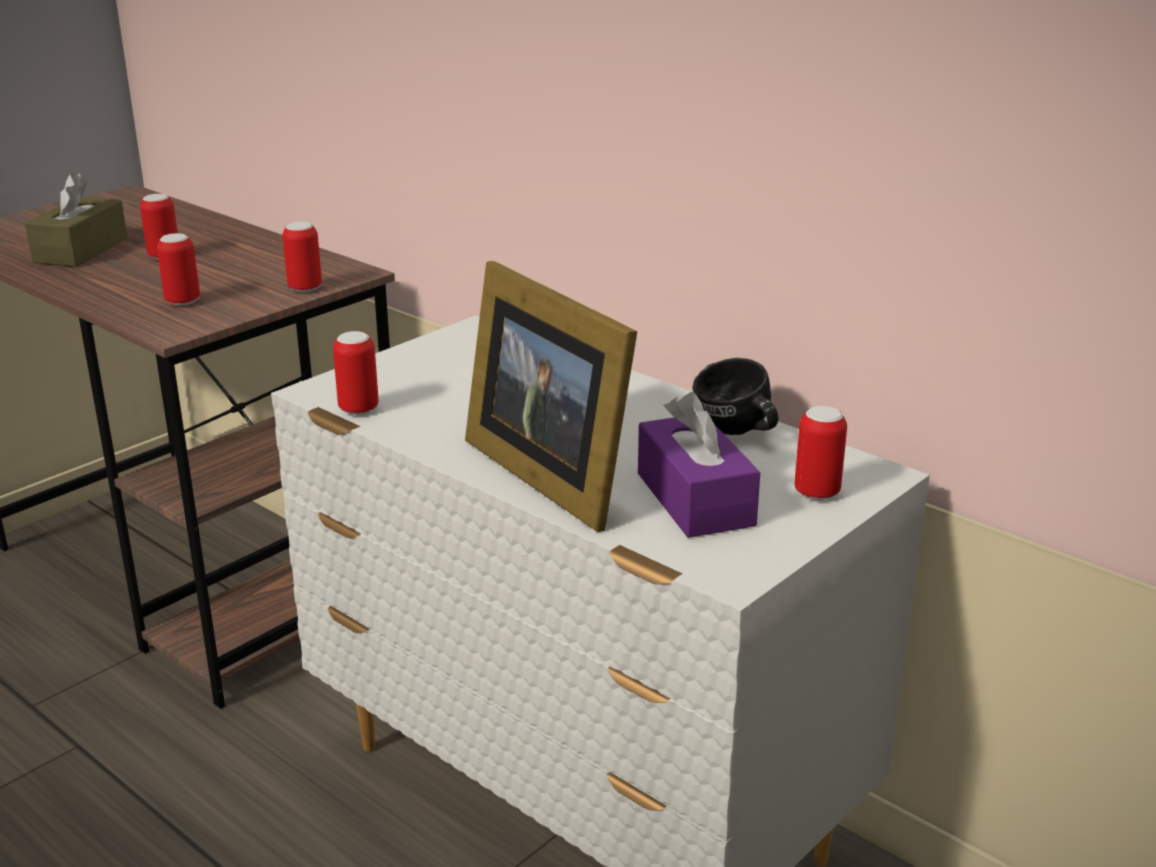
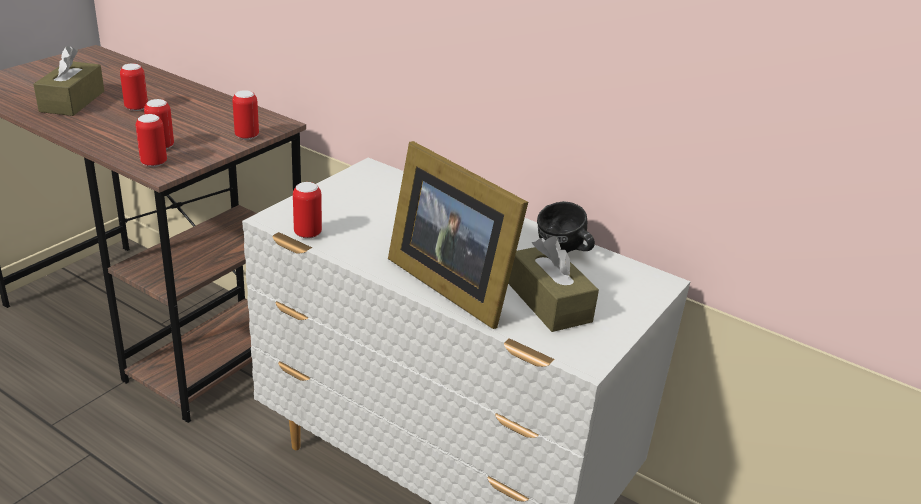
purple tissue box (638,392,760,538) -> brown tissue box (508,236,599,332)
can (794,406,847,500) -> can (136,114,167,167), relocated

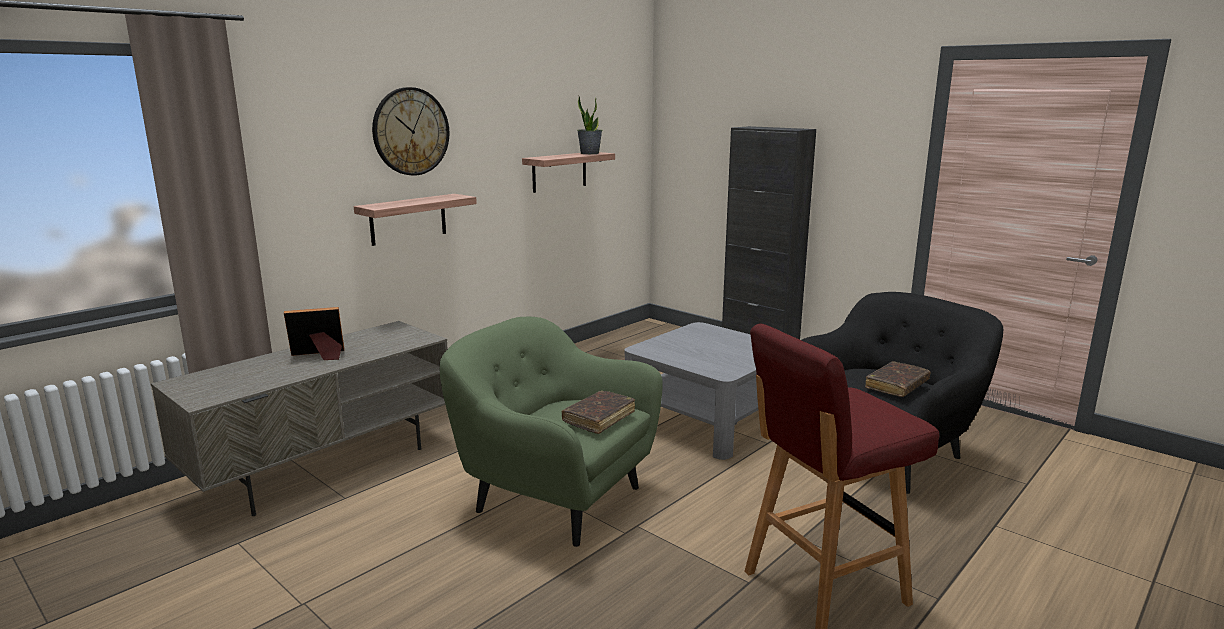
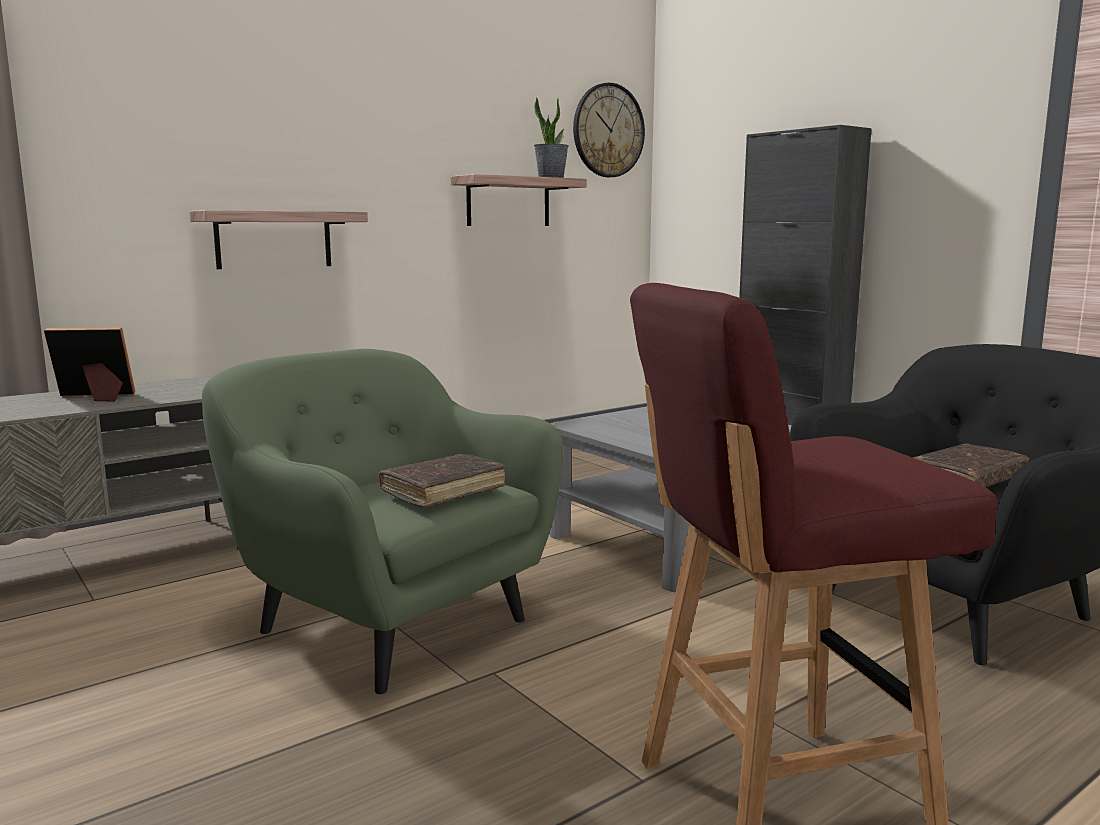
wall clock (372,87,449,176) -> wall clock (573,83,645,177), relocated

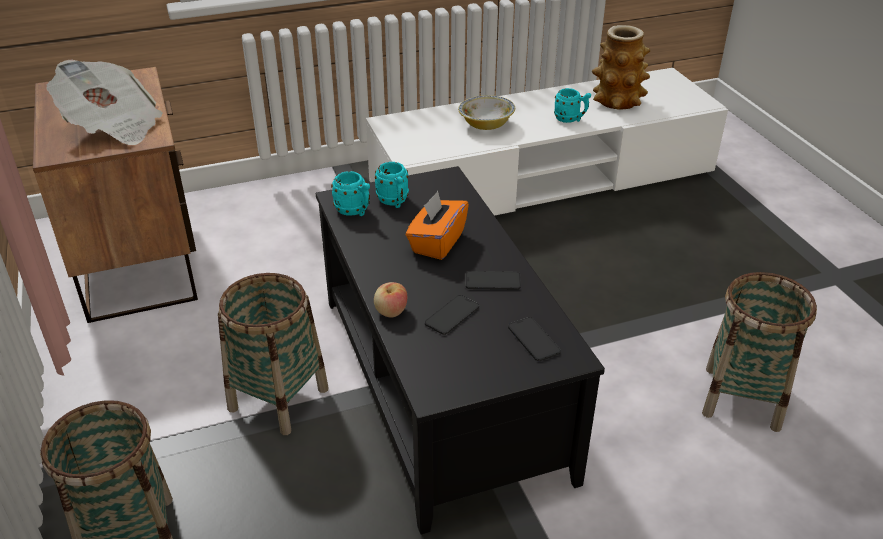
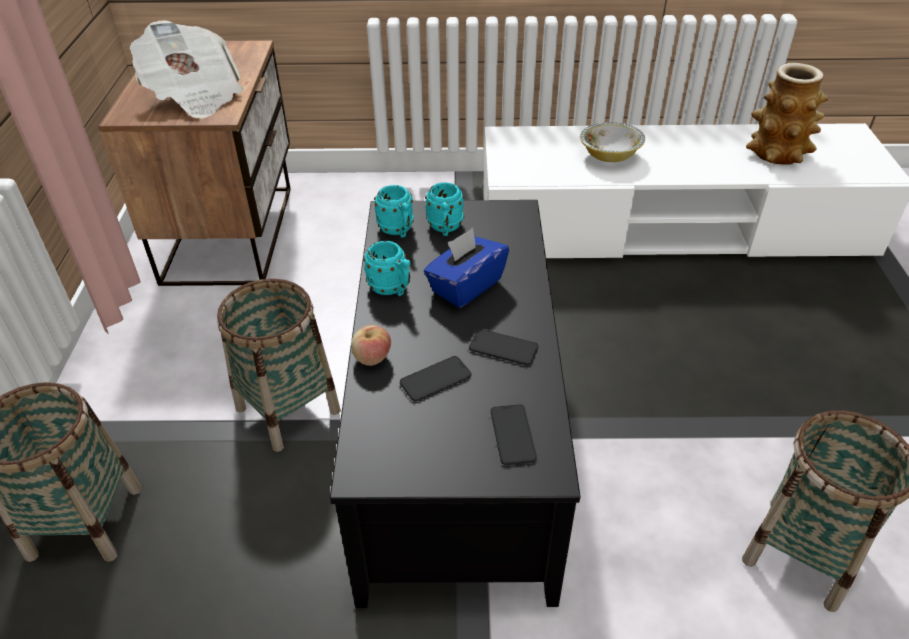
turquoise mug (554,88,591,123) -> turquoise mug (363,241,410,296), relocated
orange tissue box (406,191,469,260) -> blue tissue box (424,228,509,308)

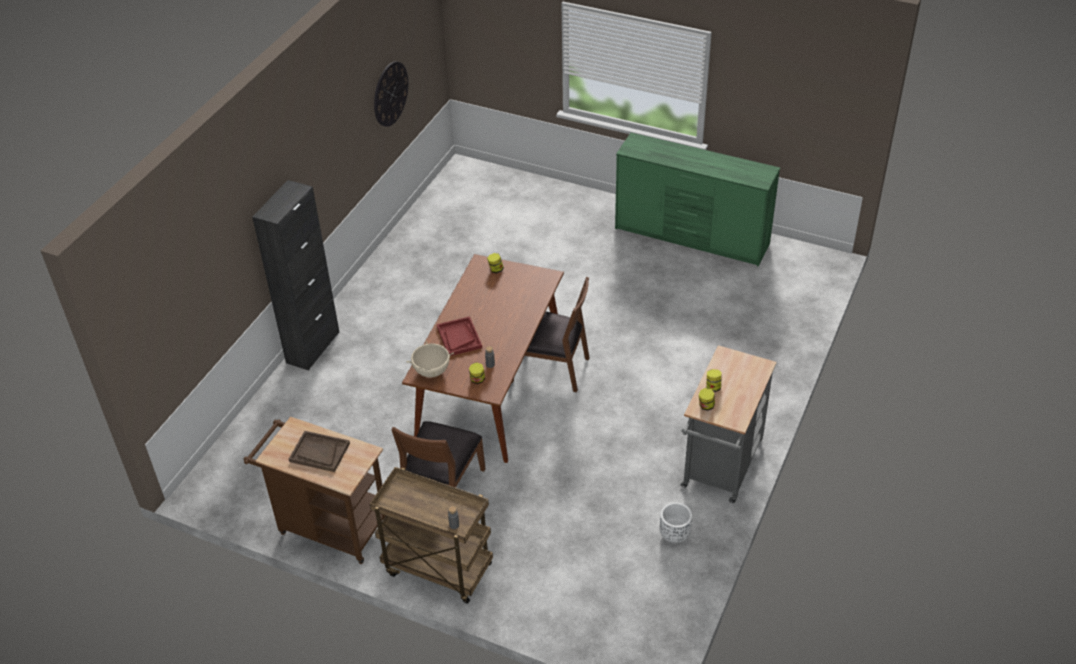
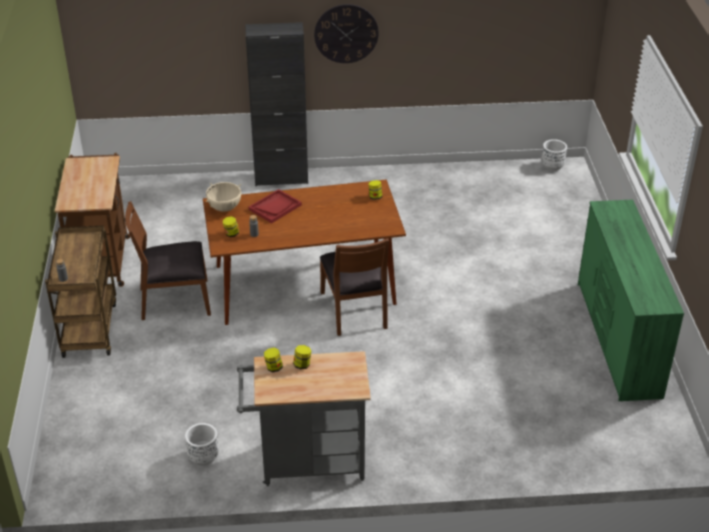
wall clock (374,61,408,127) -> wall clock (314,4,379,63), relocated
brown tray (289,431,350,472) -> none
none -> white planter (541,139,567,171)

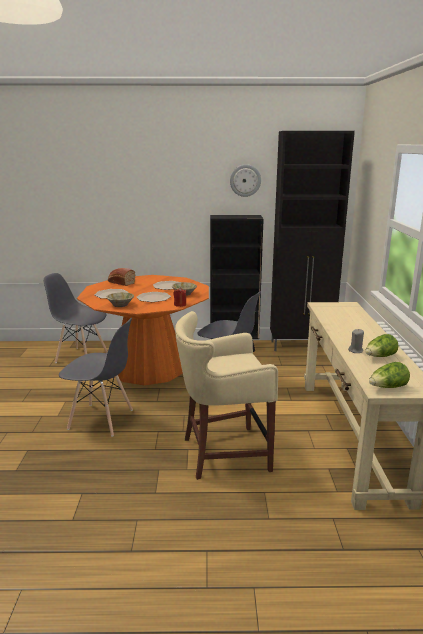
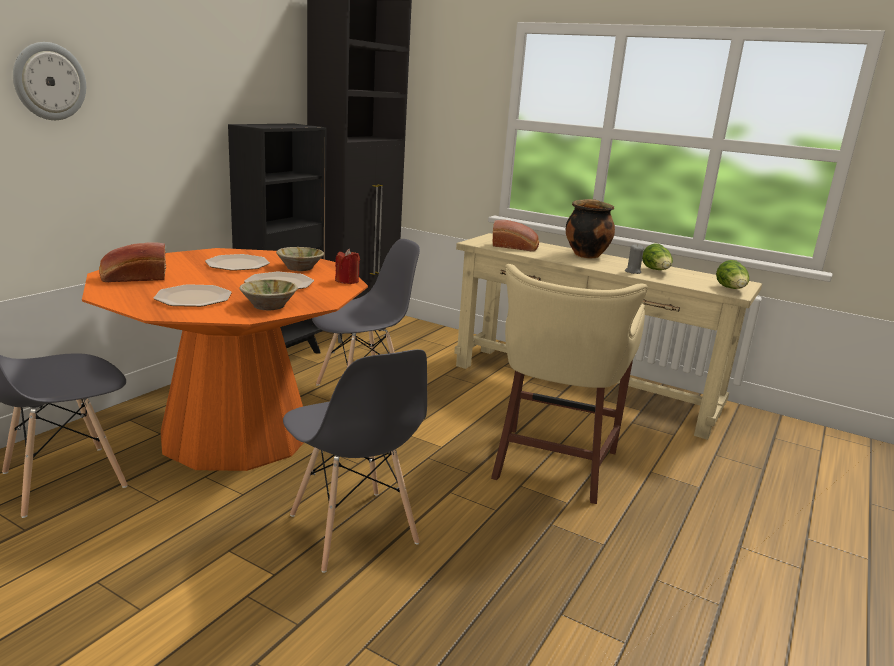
wall clock (230,164,261,197) -> wall clock (13,42,86,120), relocated
grey chair (59,318,133,436) -> grey chair (283,349,427,573), 105 degrees clockwise
none -> cooking pot (566,199,615,258)
none -> bread (493,220,539,251)

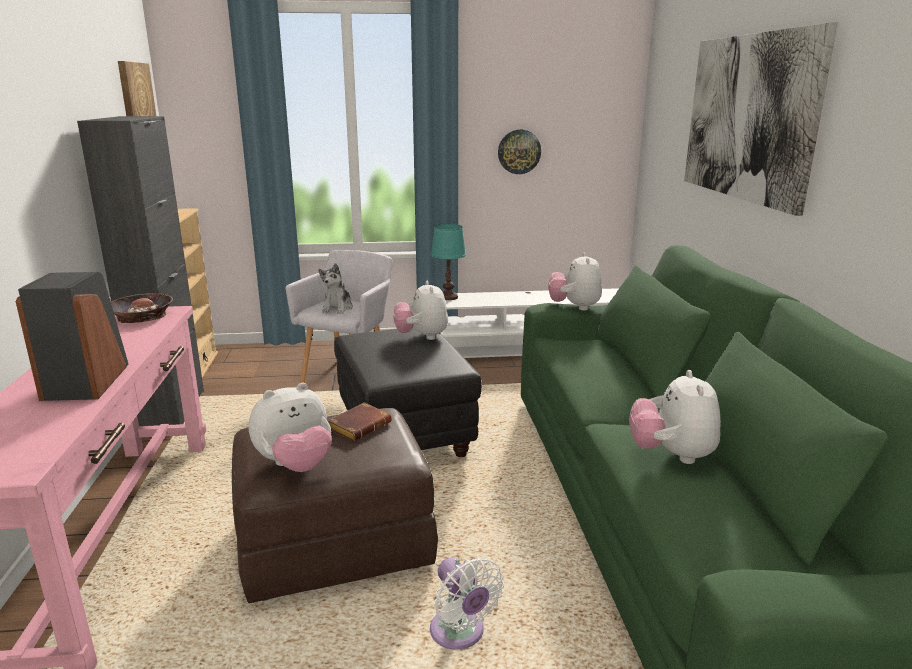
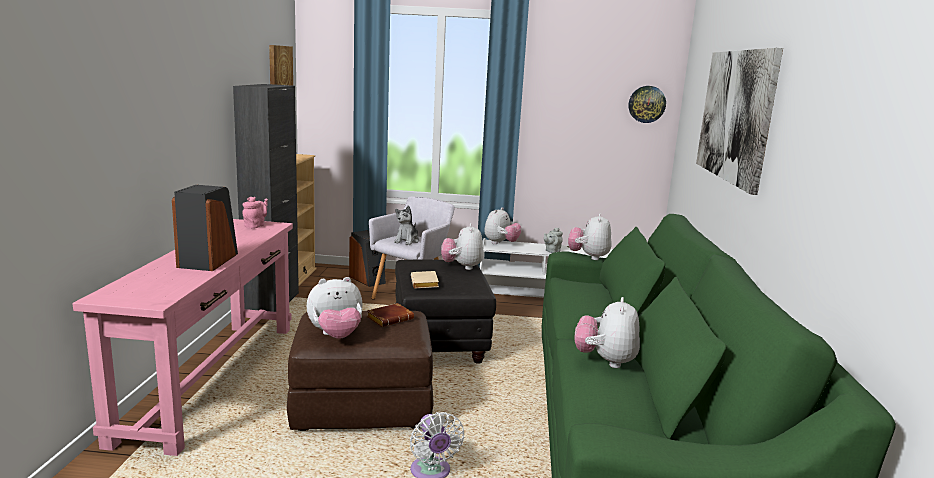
wall clock (498,129,541,174) -> wall clock (628,86,666,123), relocated
turquoise table lamp (431,224,466,300) -> plush toy (484,207,522,244)
bowl (111,293,173,323) -> pink teapot (242,196,268,228)
none -> grey teapot (544,228,563,253)
none -> speaker (349,230,386,287)
none -> beige book (411,271,439,288)

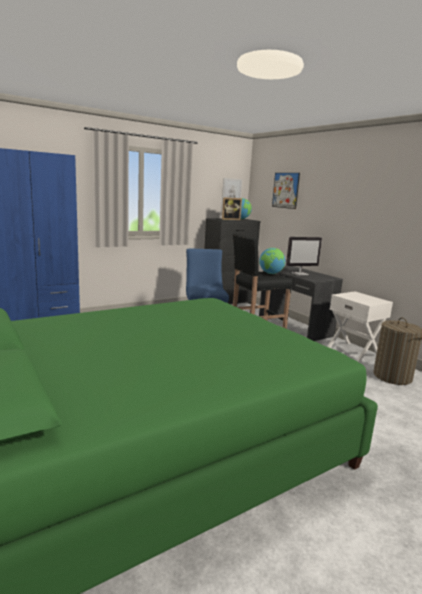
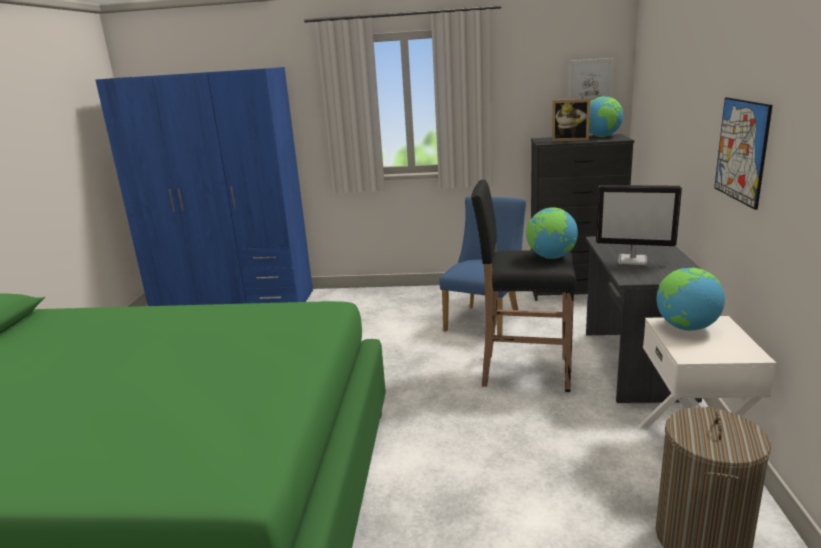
picture (272,173,300,209) -> picture (714,97,773,210), relocated
none -> globe (656,268,725,331)

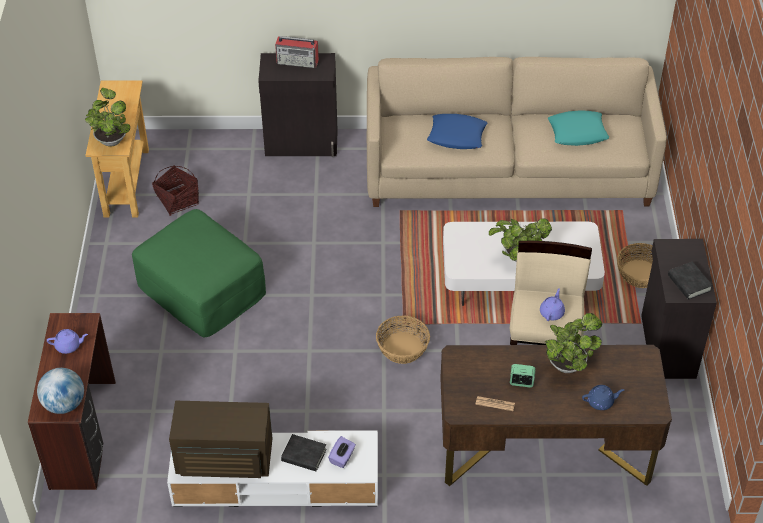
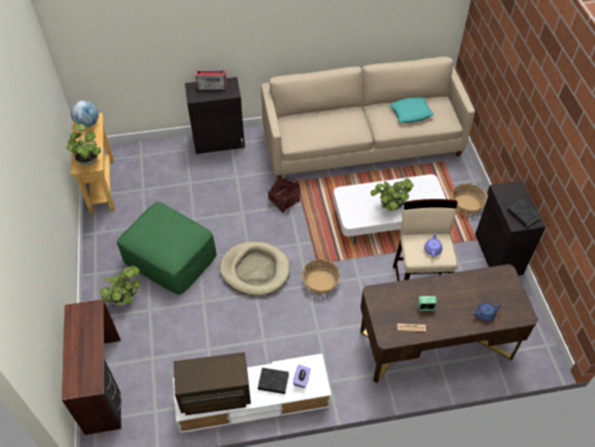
blue pillow (427,114,488,149) -> none
basket (152,165,199,216) -> basket (268,176,300,213), relocated
potted plant (545,313,602,373) -> potted plant (100,265,140,305), relocated
purple teapot (47,329,88,354) -> none
globe (37,368,84,414) -> globe (71,100,99,127), relocated
none -> beige dog bed (220,241,290,296)

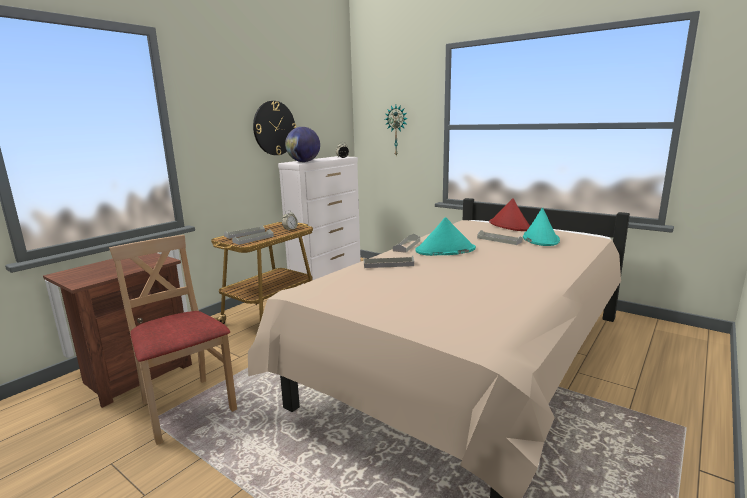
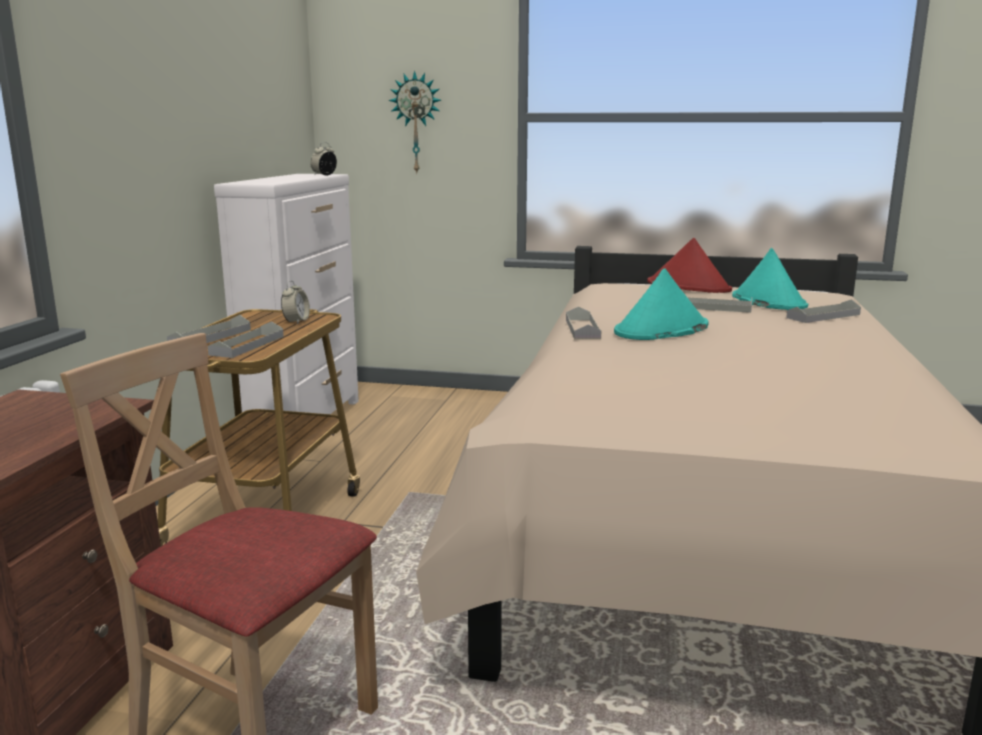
wall clock (253,101,296,155) -> none
globe (285,127,320,162) -> none
grey tray (364,256,414,268) -> grey tray (786,299,861,323), relocated

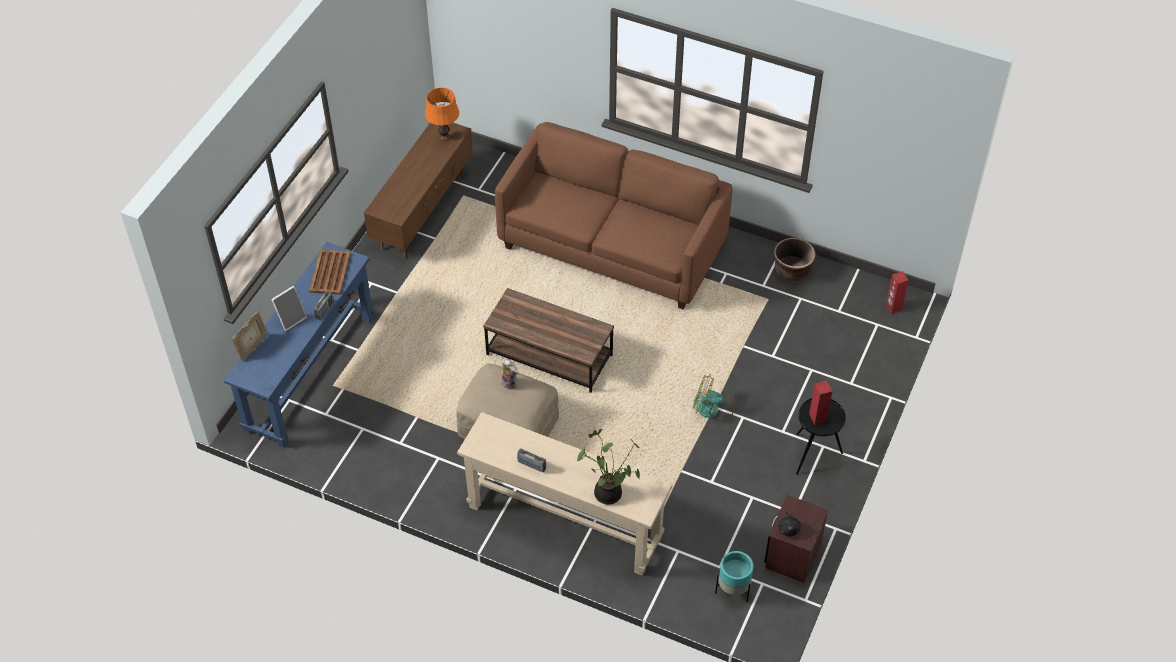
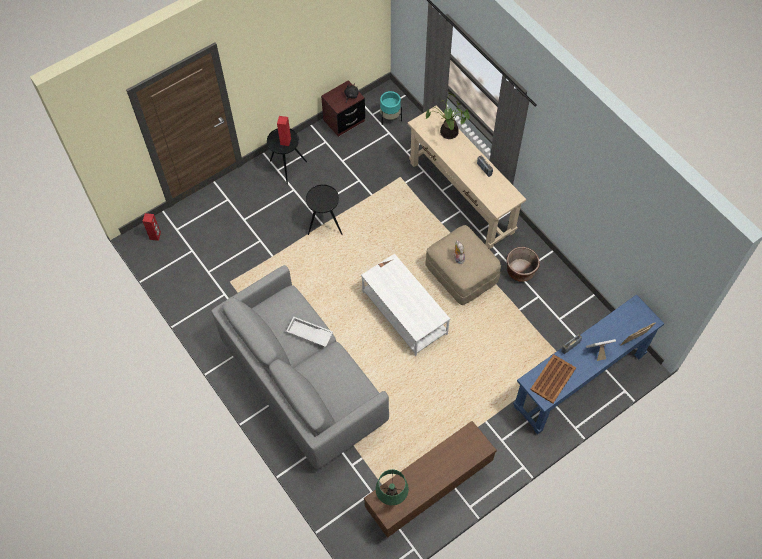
orange table lamp (425,88,459,142) -> green table lamp (375,469,409,505)
brown sofa (495,122,733,310) -> grey sofa (211,265,389,469)
brown planter (773,238,816,281) -> brown planter (506,247,540,282), relocated
brown coffee table (483,288,614,393) -> white coffee table (361,253,450,356)
fan (693,374,734,421) -> black side table (306,184,343,235)
none -> white tray (286,317,333,347)

